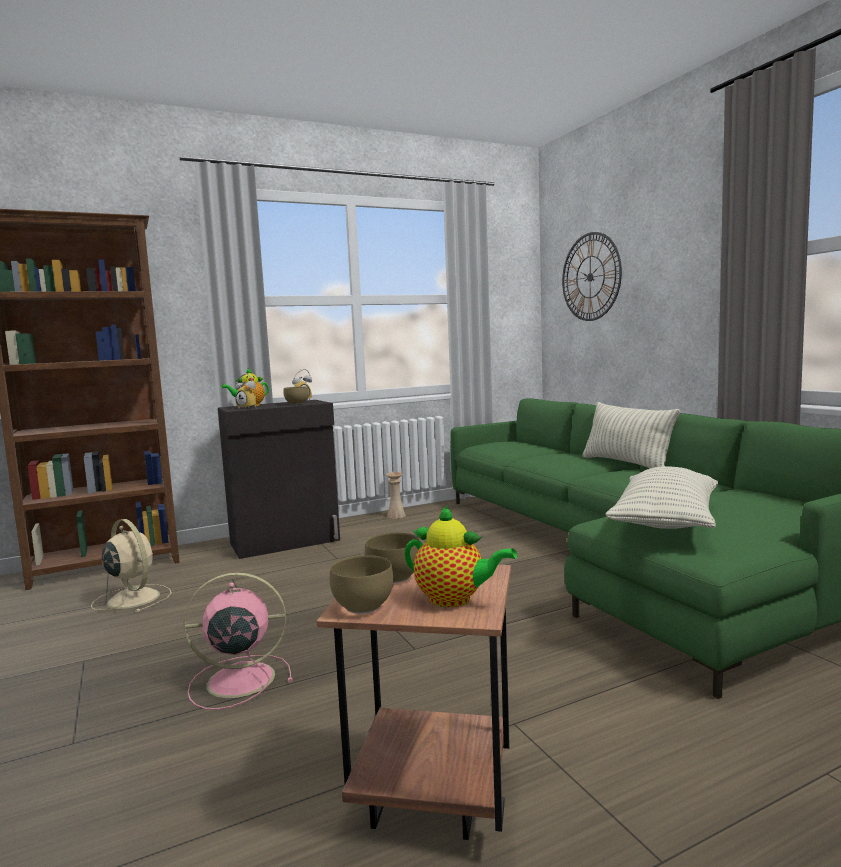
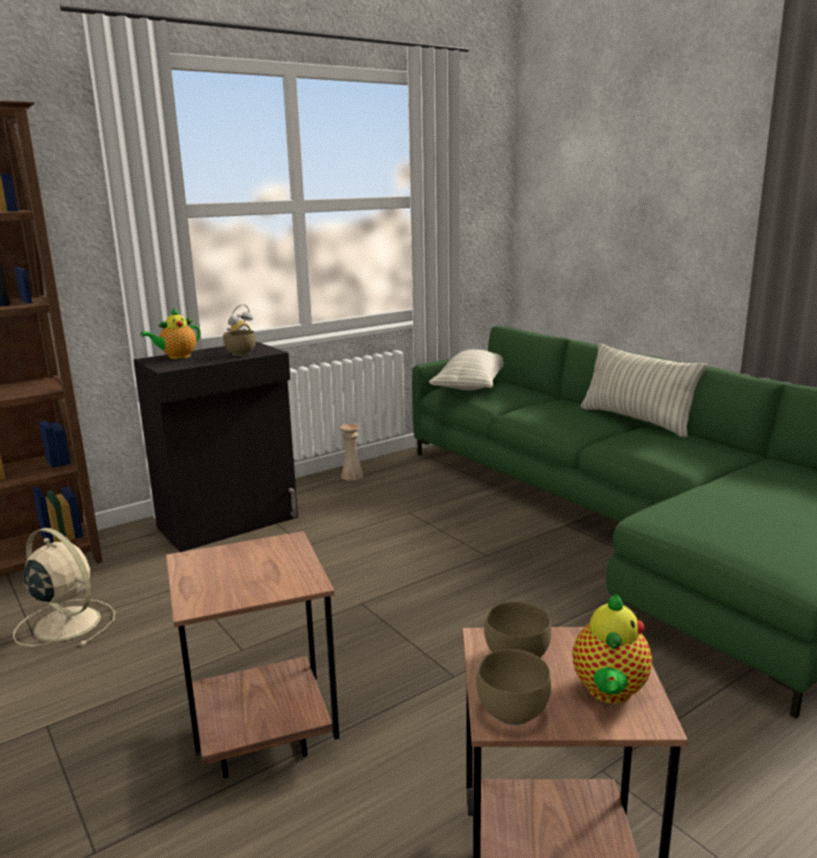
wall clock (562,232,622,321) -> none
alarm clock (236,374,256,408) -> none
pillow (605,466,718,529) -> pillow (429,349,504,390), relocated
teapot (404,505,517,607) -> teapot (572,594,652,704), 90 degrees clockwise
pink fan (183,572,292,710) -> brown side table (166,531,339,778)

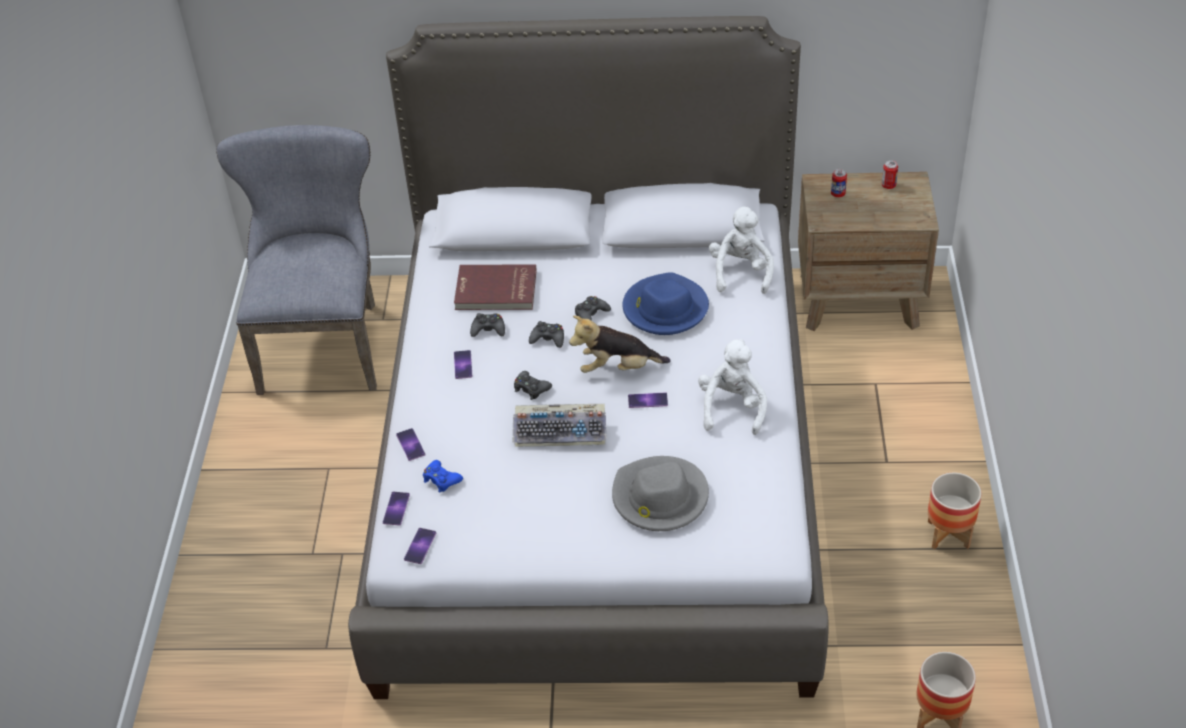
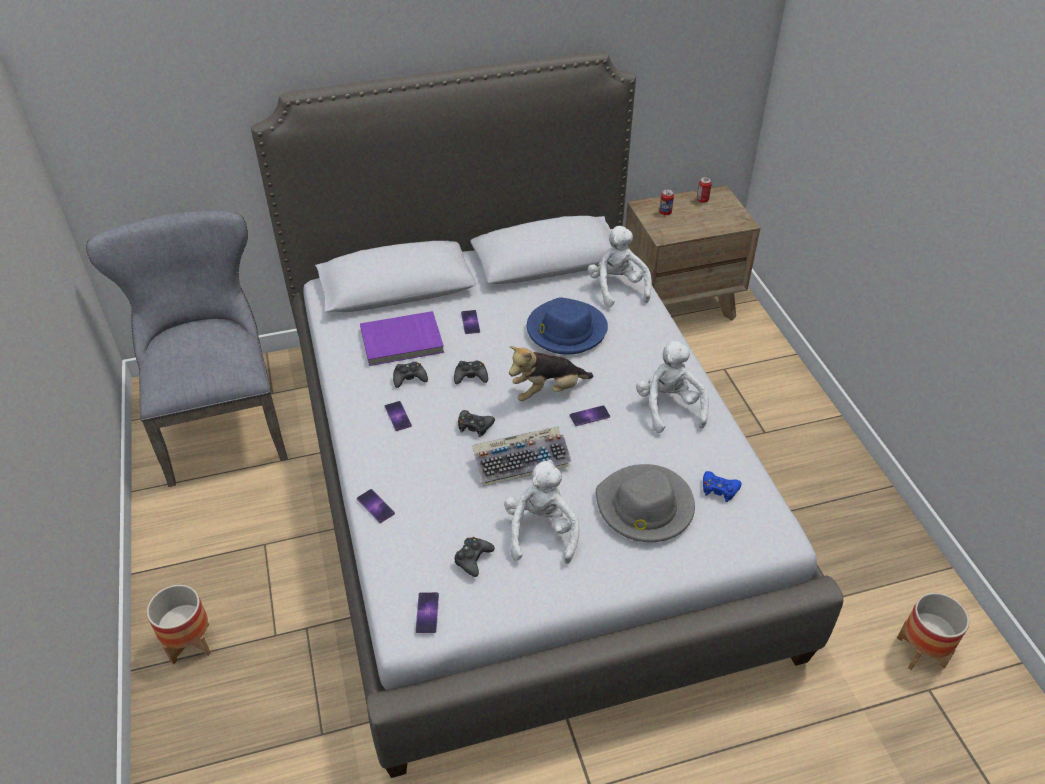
red book (454,264,536,310) -> purple book (360,311,444,366)
black game controller (575,296,611,321) -> black game controller (454,537,495,577), relocated
blue game controller (423,460,463,492) -> blue game controller (703,471,742,502), relocated
planter (928,472,982,549) -> planter (147,585,211,664), relocated
phone (383,492,410,526) -> phone (461,310,480,334), relocated
none -> white plush toy (504,460,580,564)

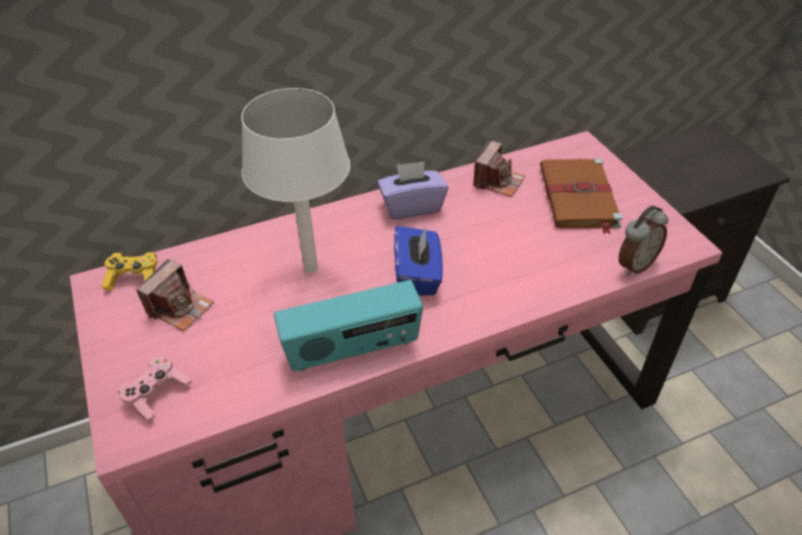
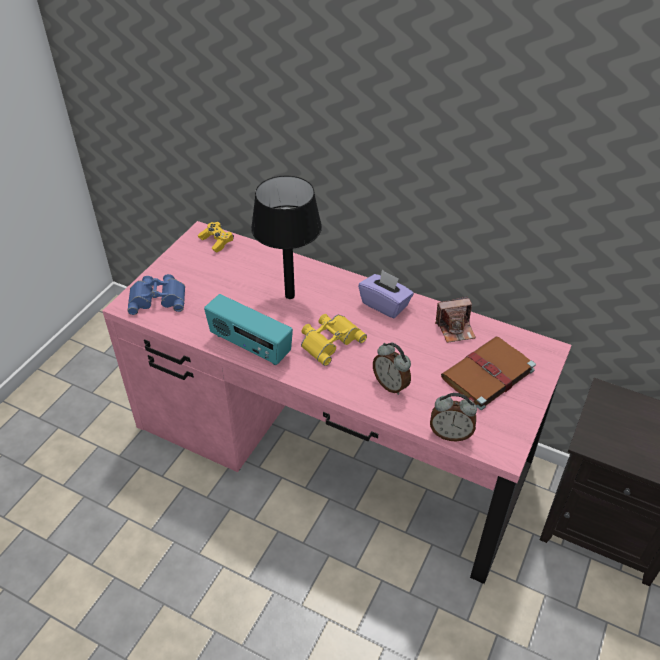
white table lamp (241,88,350,273) -> black table lamp (251,176,322,299)
blue tissue box (394,226,443,296) -> yellow binoculars (301,314,367,366)
photo camera (136,259,214,331) -> none
pink game controller (118,356,192,422) -> blue binoculars (127,274,185,315)
none -> alarm clock (373,343,411,395)

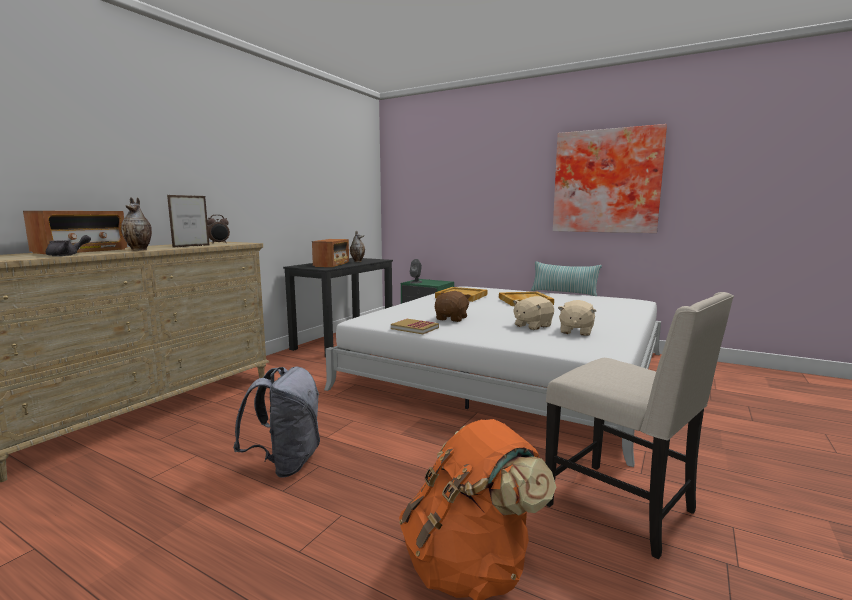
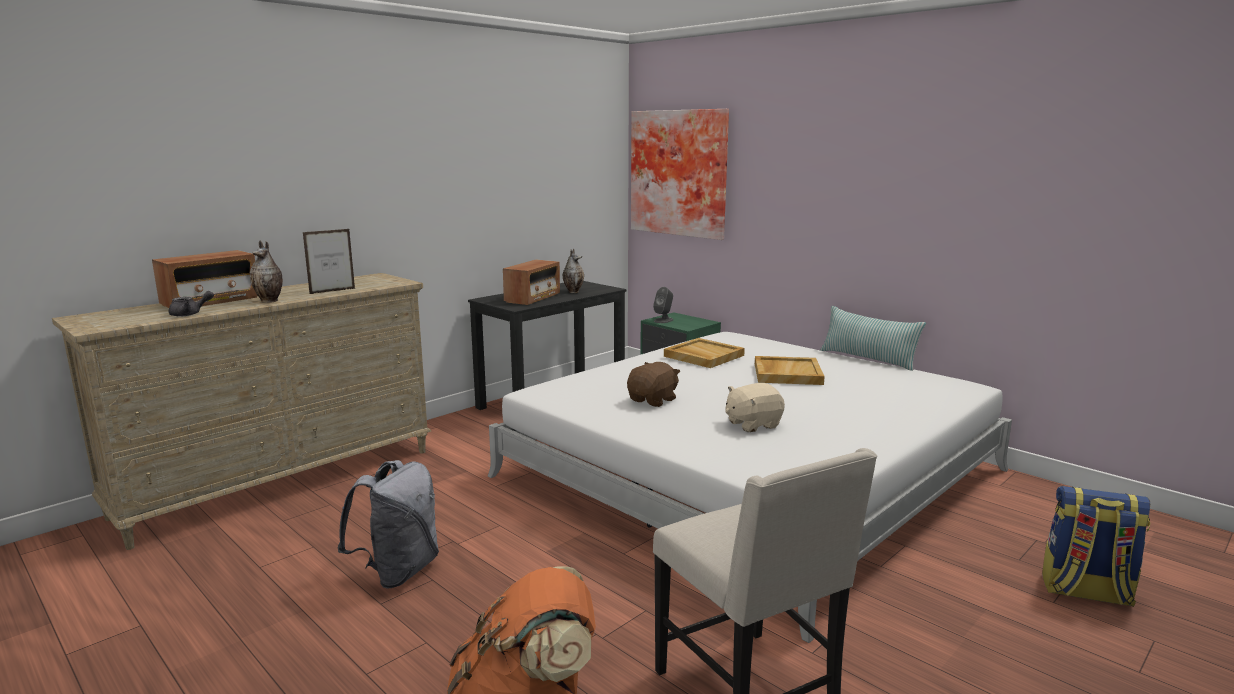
picture (553,124,667,233) -> picture (631,109,729,240), relocated
alarm clock (207,215,230,244) -> none
beige plush toy (558,300,596,336) -> none
book (391,319,439,334) -> none
none -> backpack (1042,486,1150,607)

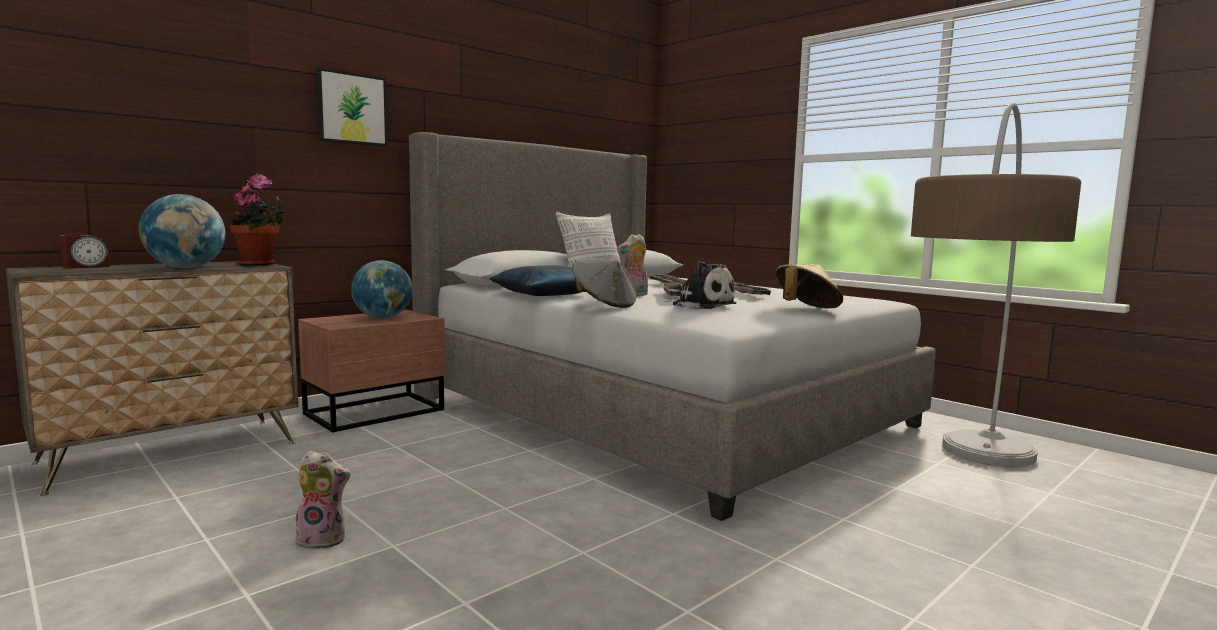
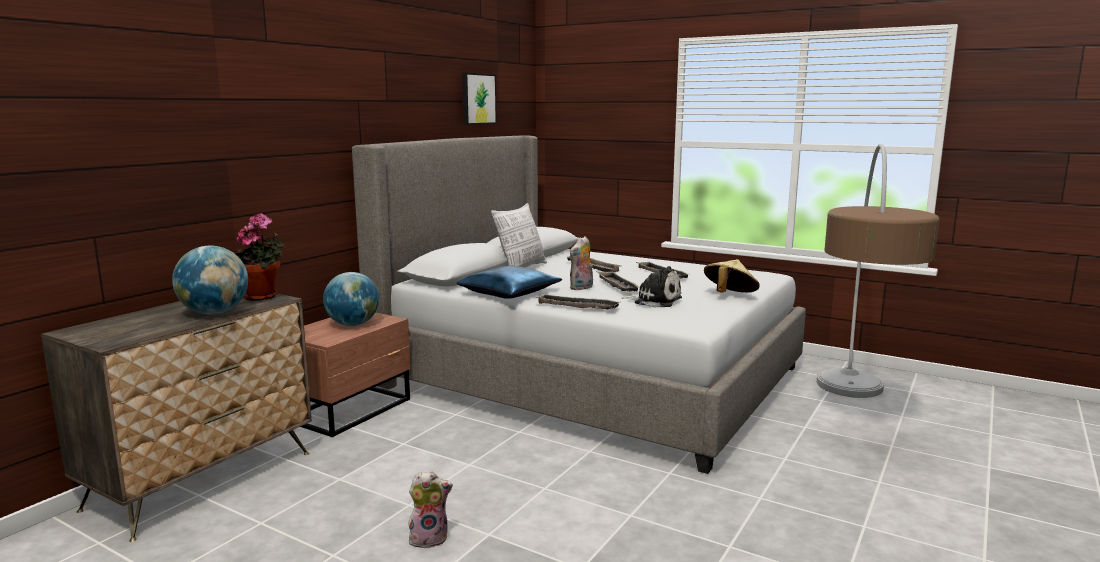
picture (316,68,388,146) -> picture (462,73,497,125), relocated
alarm clock (59,233,110,268) -> none
grey hat (572,258,636,308) -> tray (535,294,620,309)

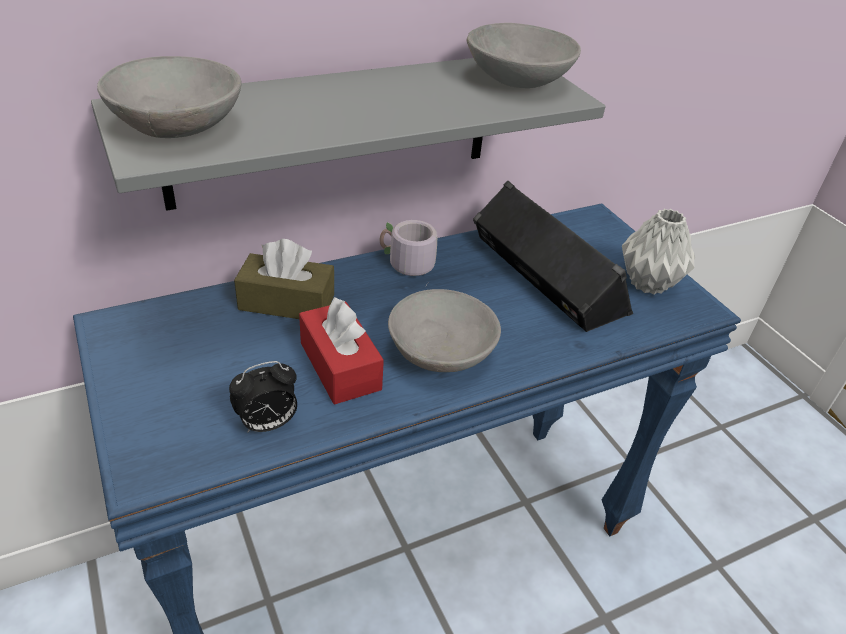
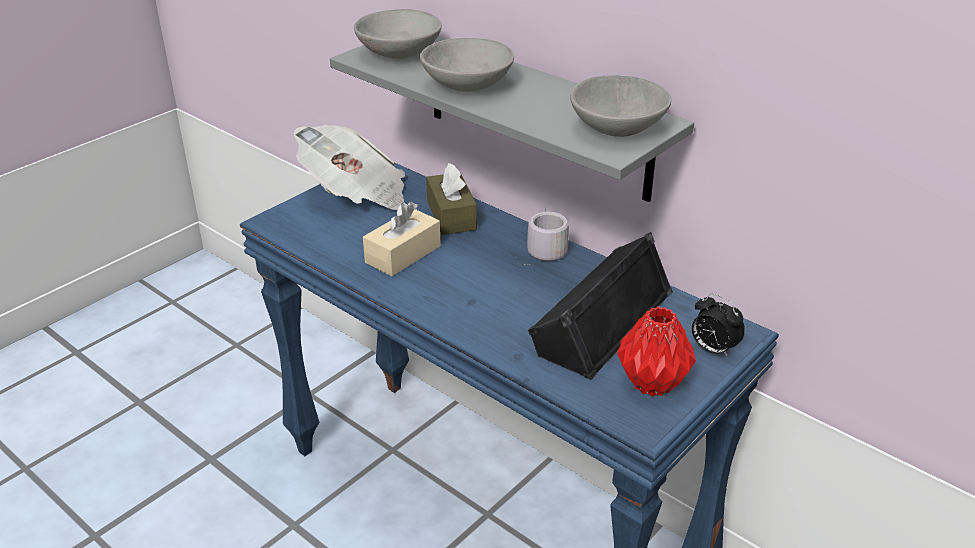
grey vase (622,209,695,295) -> red vase (617,307,696,396)
grey bowl (388,289,501,372) -> grey bowl (420,38,514,92), relocated
red tissue box (299,297,384,404) -> beige tissue box (363,201,441,276)
alarm clock (229,361,297,433) -> alarm clock (692,294,745,358), relocated
none -> newspaper (294,125,405,210)

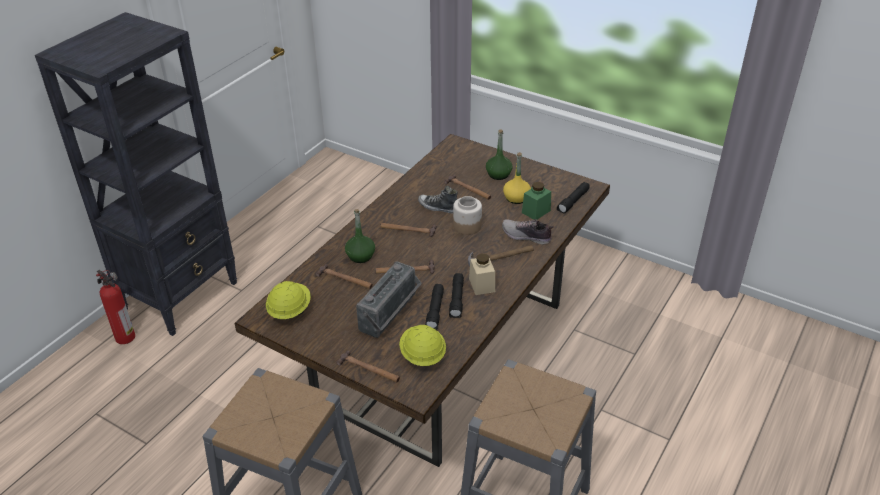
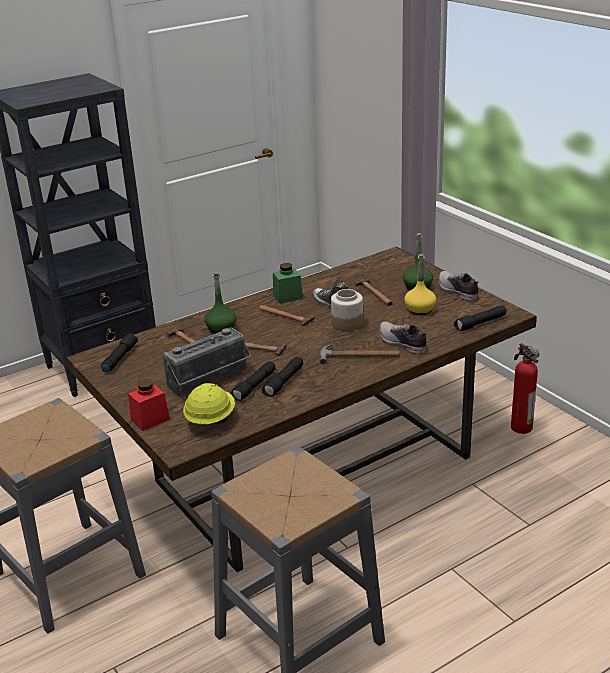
green jar (522,182,551,220) -> green jar (273,263,303,304), relocated
beige jar (469,253,495,295) -> none
fire extinguisher (96,270,135,344) -> fire extinguisher (511,343,539,434), relocated
yellow hard hat (266,281,311,319) -> black flashlight (101,333,138,372)
hammer (336,351,400,382) -> red jar (128,379,170,431)
none -> shoe (438,271,479,301)

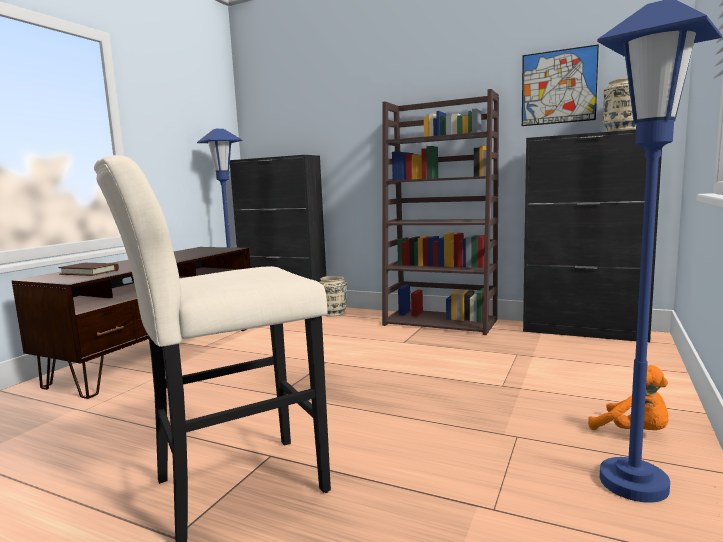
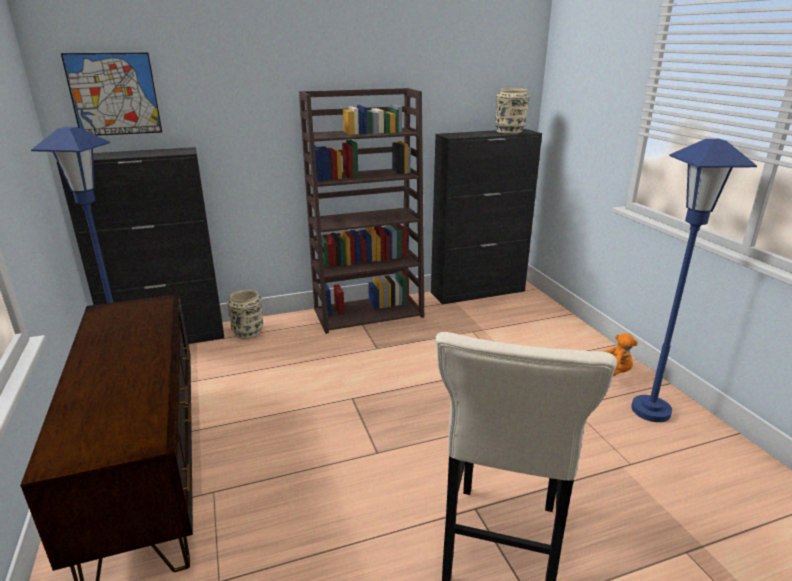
picture (522,44,599,126) -> picture (61,53,162,136), relocated
brown book (58,263,119,276) -> none

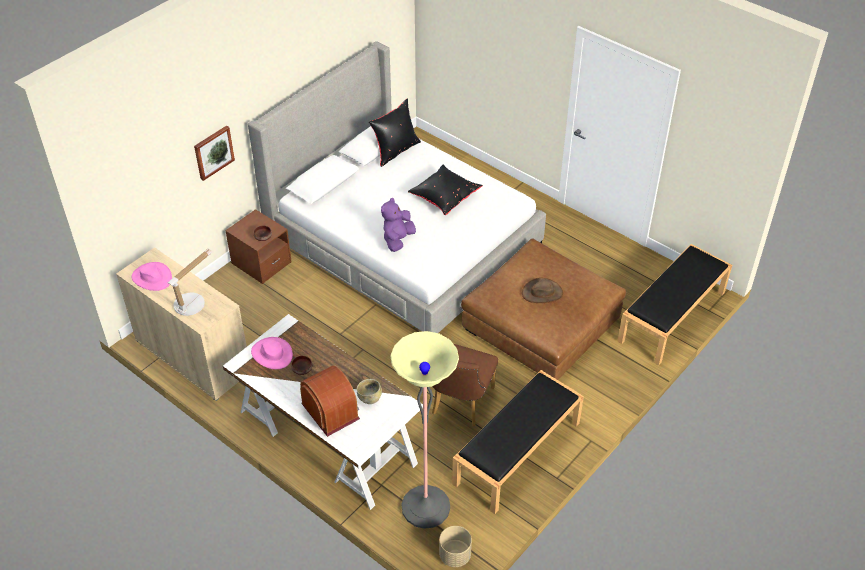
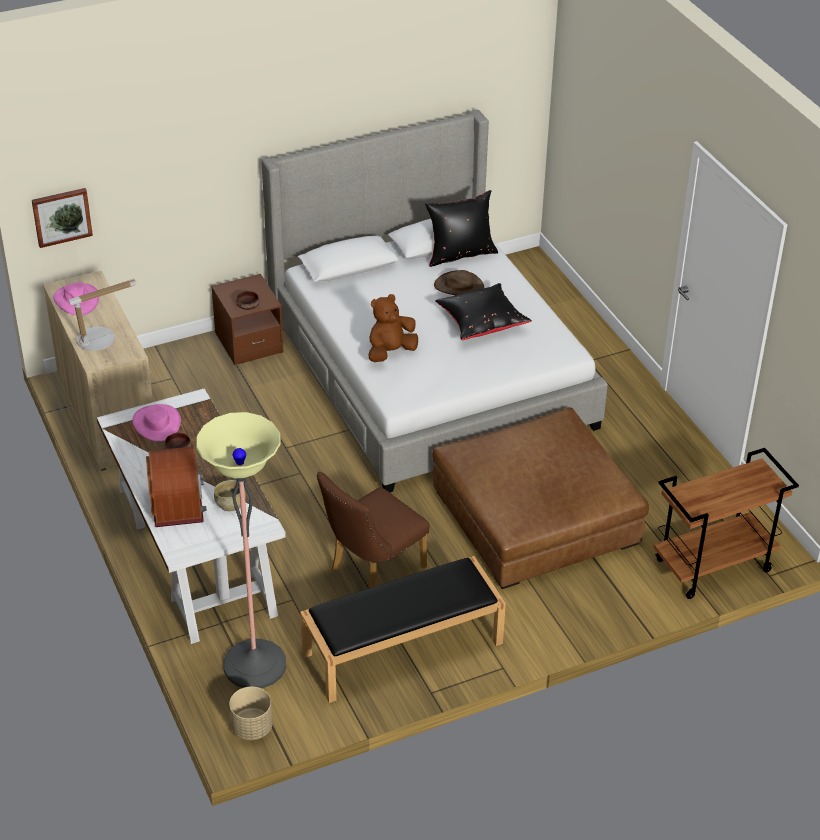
picture (194,125,235,181) -> picture (32,188,93,248), relocated
purple plush toy (381,198,416,252) -> brown plush toy (369,294,418,362)
black bench (617,244,732,365) -> brown cart (653,448,799,599)
brown hat (522,278,563,303) -> brown hat (434,270,484,295), relocated

